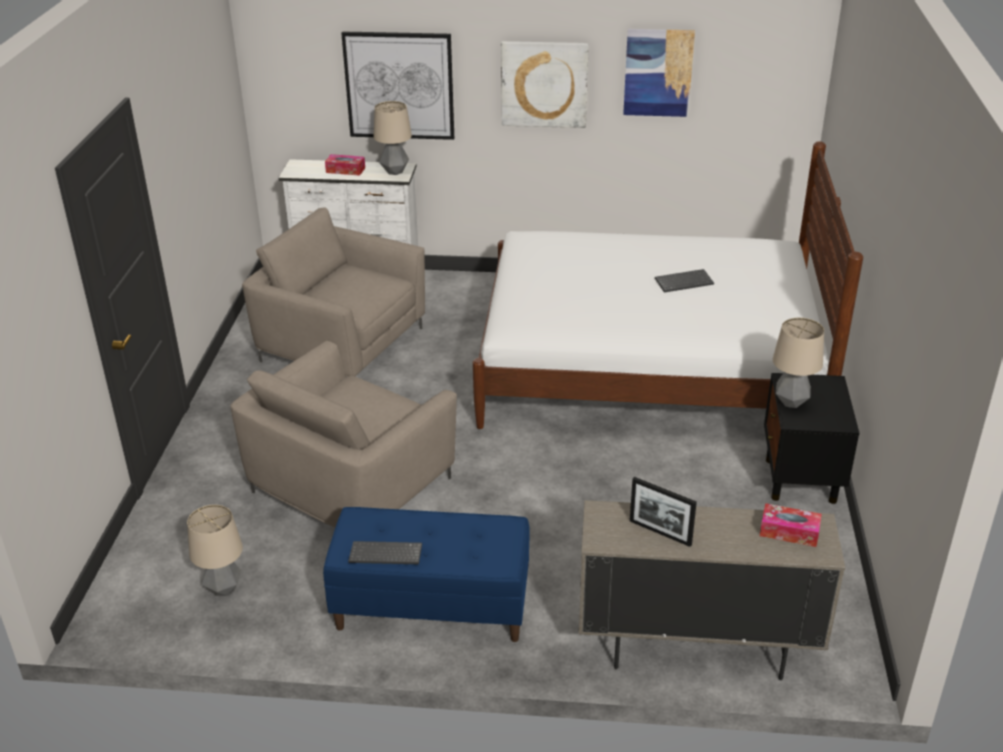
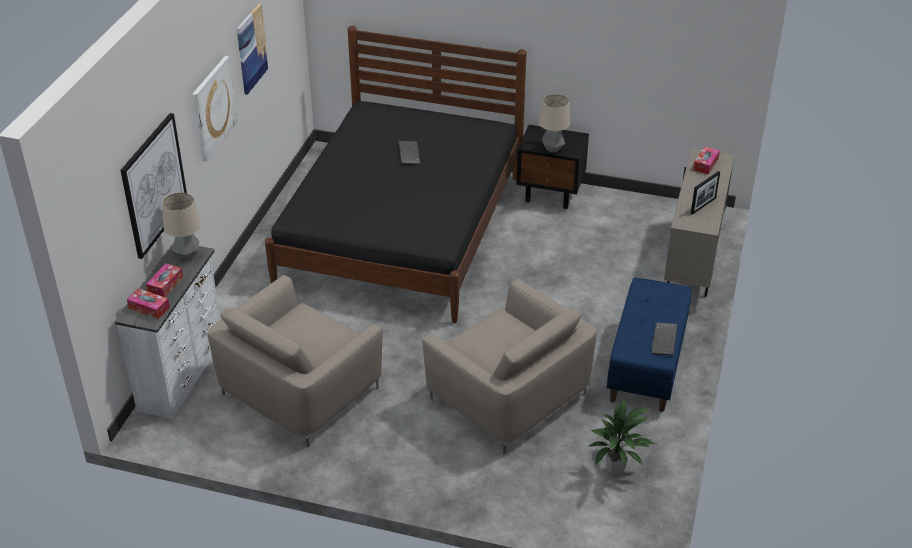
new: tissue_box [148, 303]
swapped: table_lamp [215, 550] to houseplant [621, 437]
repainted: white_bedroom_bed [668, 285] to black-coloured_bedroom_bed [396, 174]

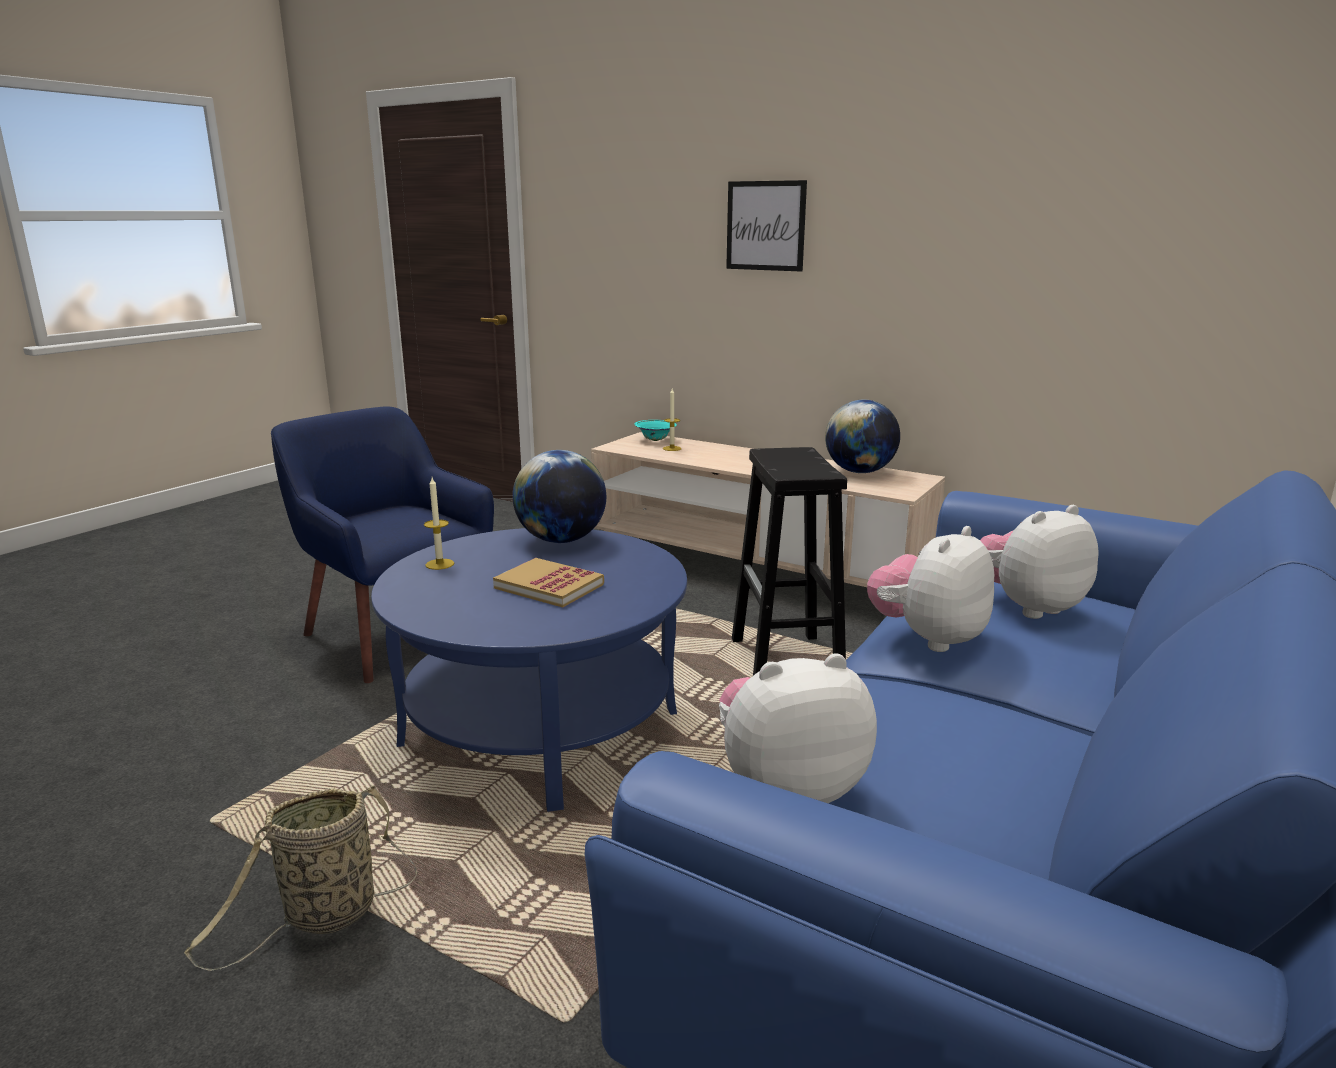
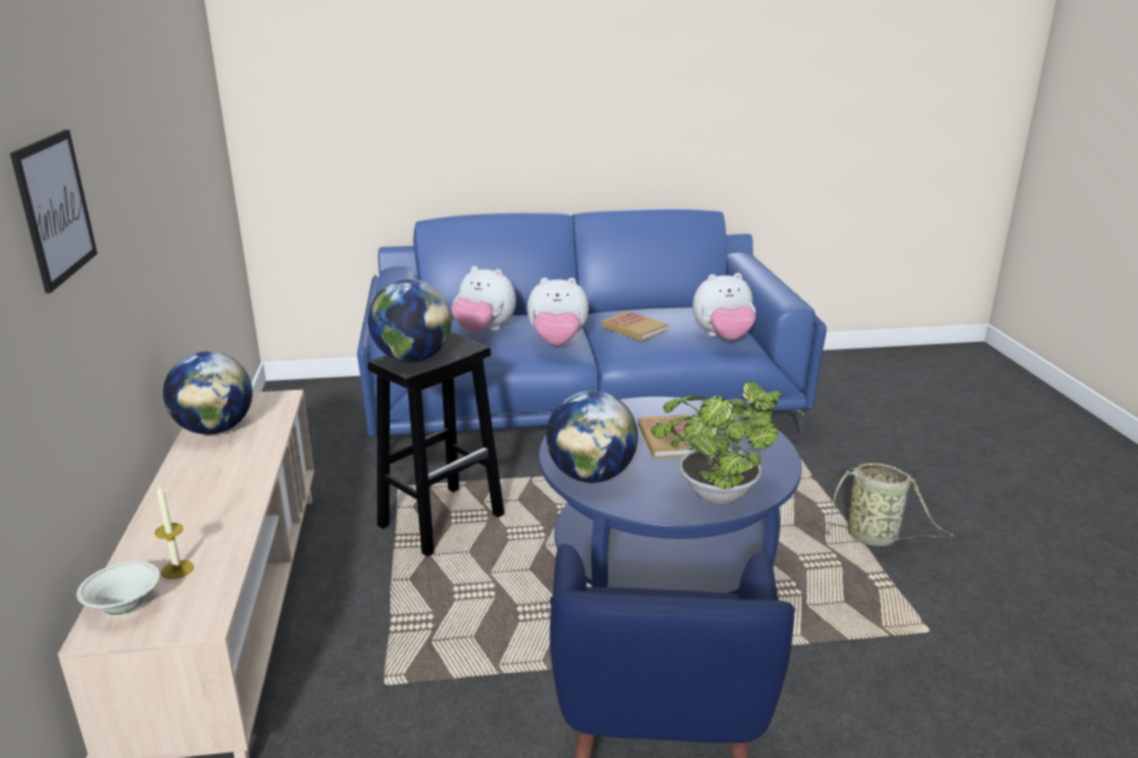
new: globe [410, 320]; bound_book [635, 326]
swapped: wax_candle [439, 524] to houseplant [717, 442]
repainted: blue-green_bowl [655, 430] to white_bowl [118, 588]
rotated: soft_toy [798, 728] = [724, 306] 45 degrees counterclockwise

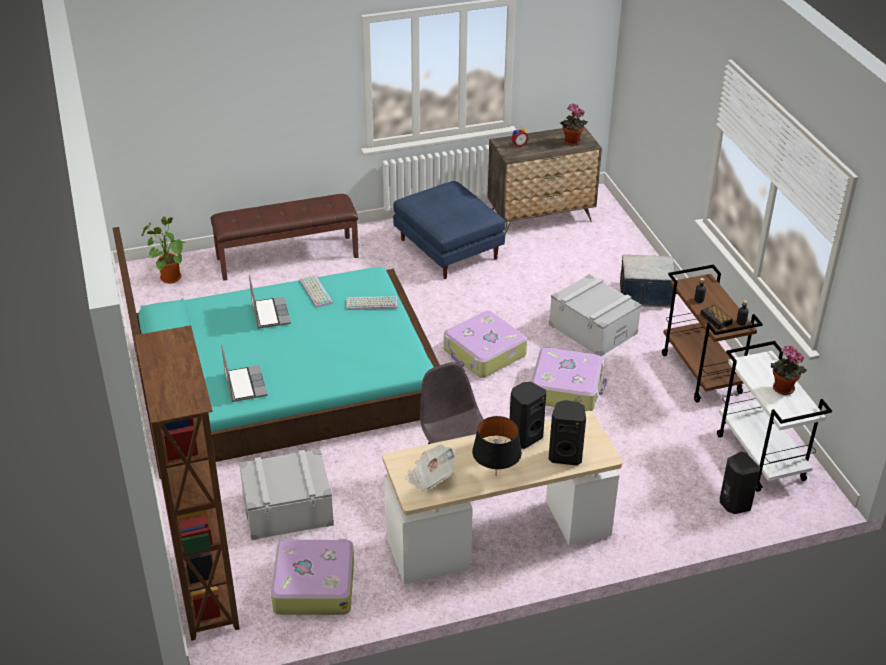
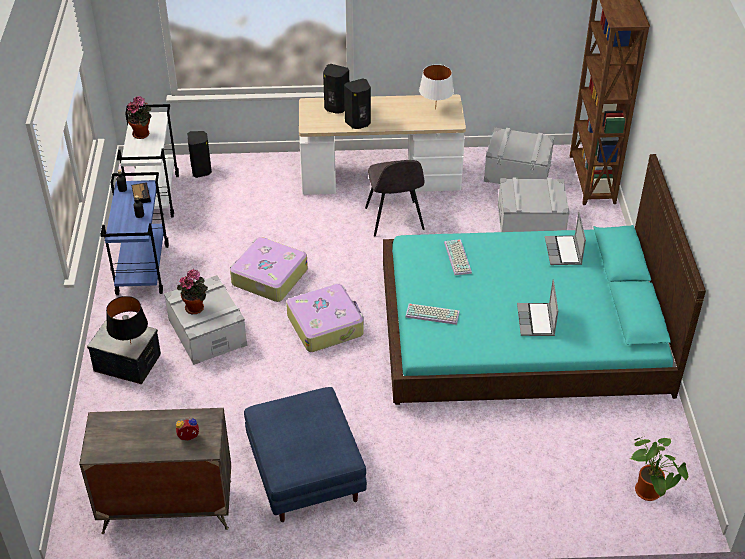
gone: brown-coloured_indoor_bench [284, 237]
shifted: computer_keyboard [316, 291] to [458, 257]; black-coloured_table_lamp [497, 444] to [127, 319]; houseplant [574, 124] to [192, 291]
swapped: piece_of_luggage [312, 577] to gray_storage_container [519, 156]; printed_paper [431, 468] to white_table_lamp [436, 87]
repainted: brown-coloured_cart [712, 334] to blue_cart [134, 233]

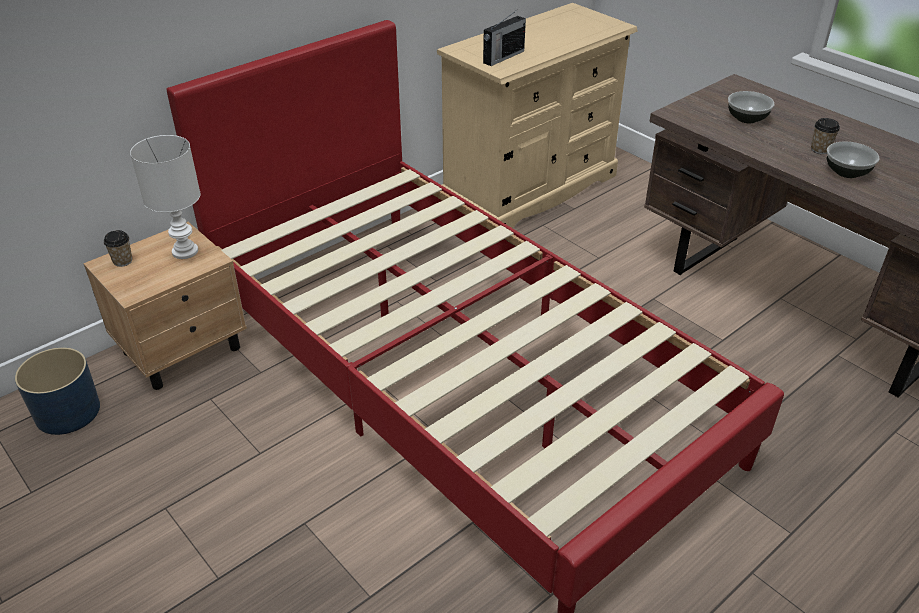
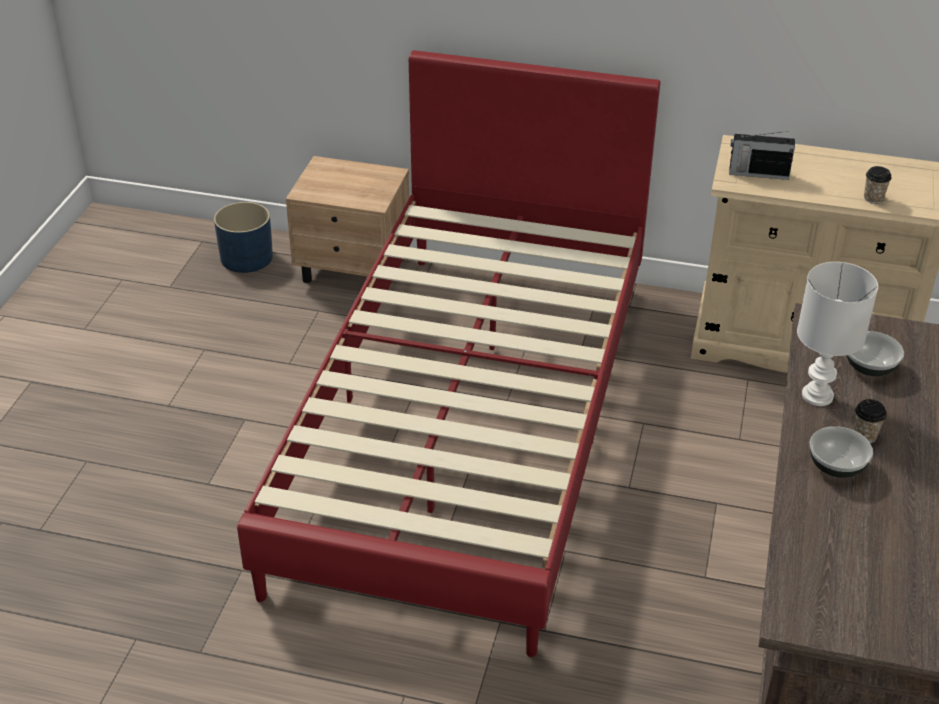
shifted: small_cup [118, 248] to [878, 185]; white_table_lamp [165, 197] to [837, 334]

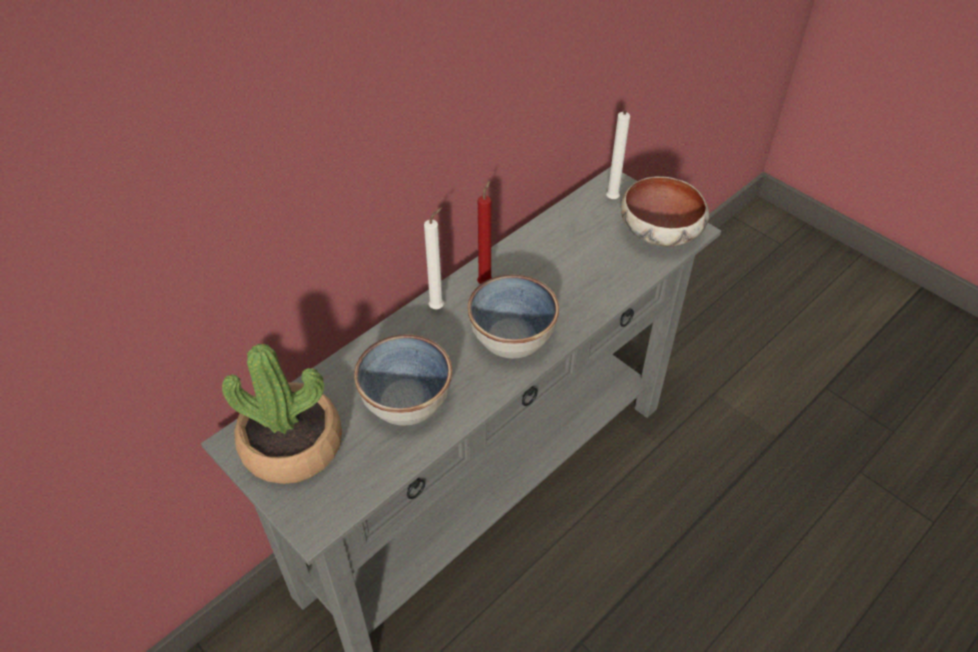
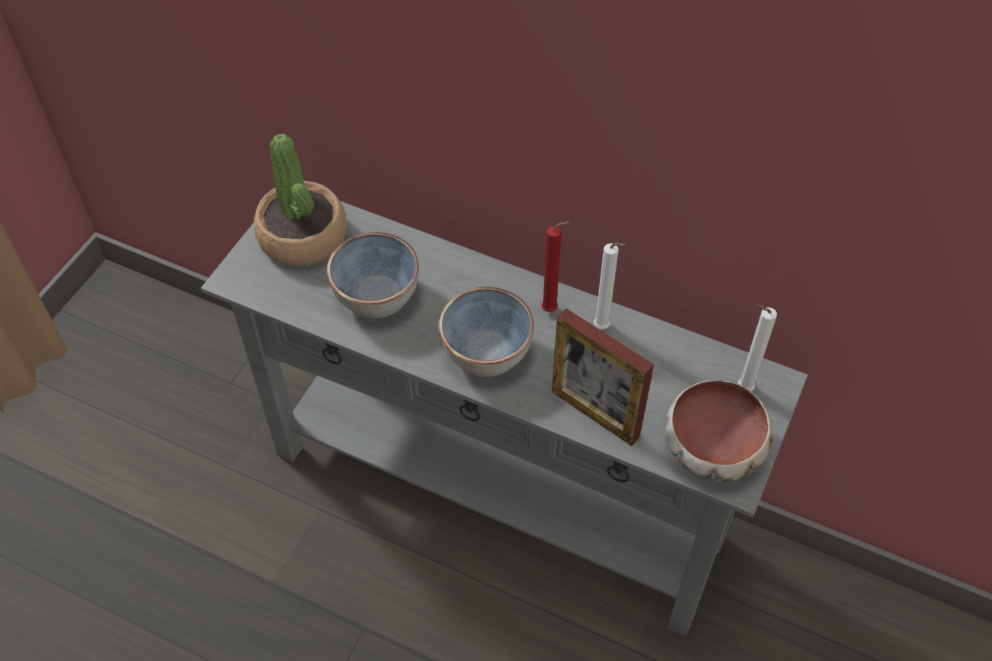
new: photo_frame [603, 377]
shifted: white_wax_candle [434, 258] to [610, 285]

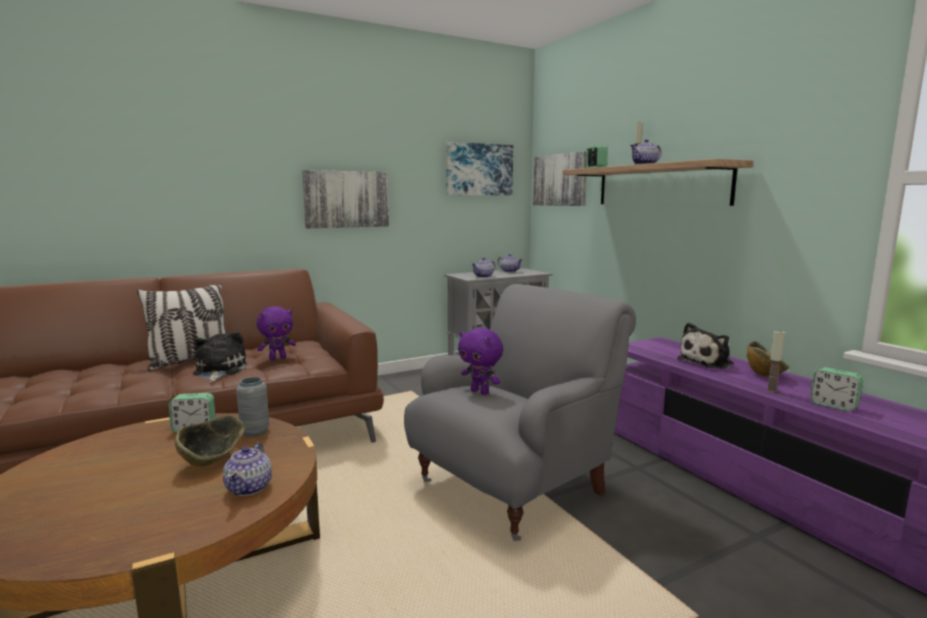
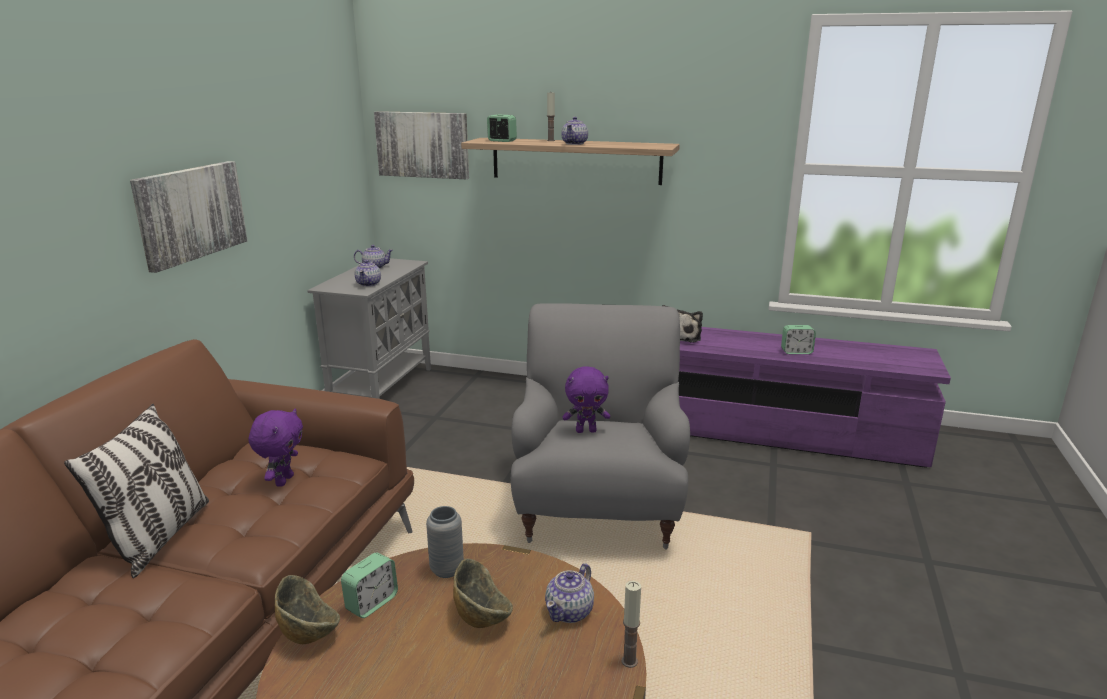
gone: soft_toy [220, 357]; picture [479, 168]
shifted: bowl [768, 359] to [307, 609]; wax_candle [775, 361] to [631, 624]
rotated: teapot [247, 469] = [569, 593] 75 degrees clockwise

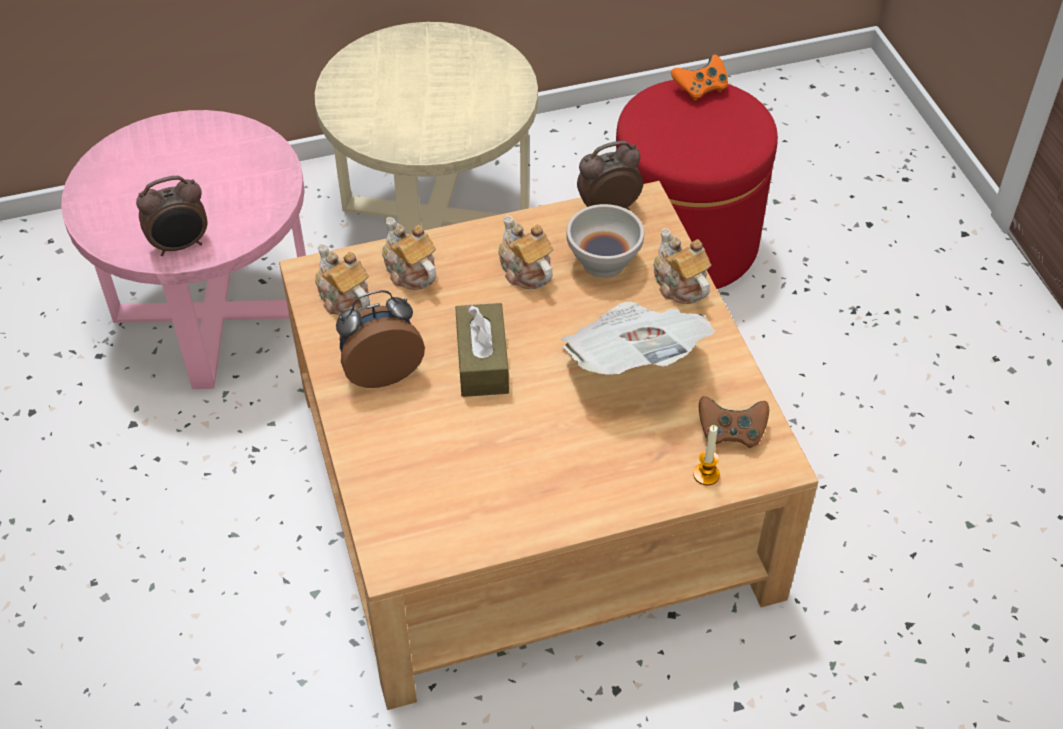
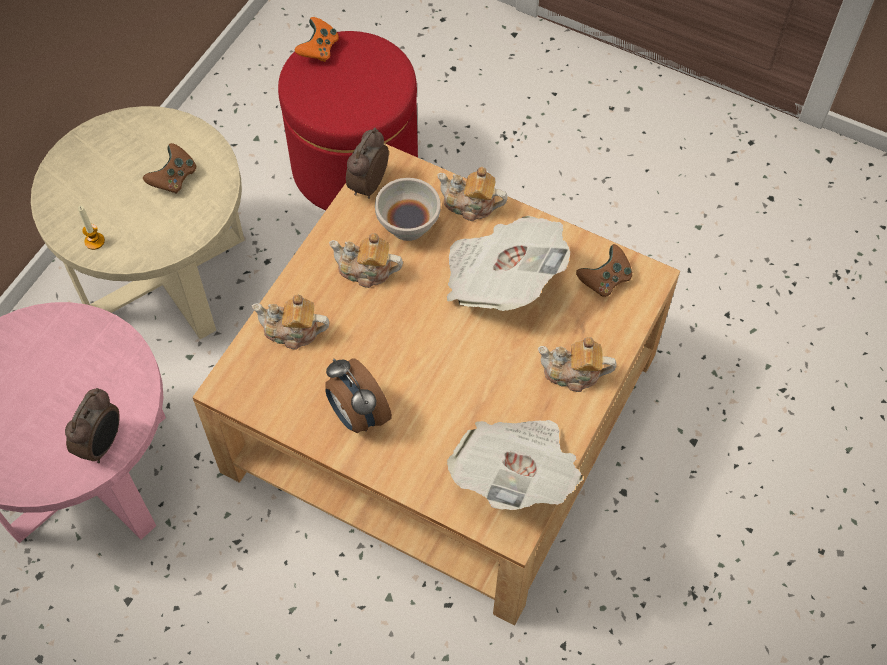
gone: brown-coloured_tissue_box [482, 350]
new: brown-coloured_joypad [169, 168]; printed_paper [515, 465]
shifted: teapot [342, 280] to [577, 364]; wax_candle [706, 455] to [91, 228]
rotated: bedside_clock [380, 339] = [358, 395] 60 degrees counterclockwise

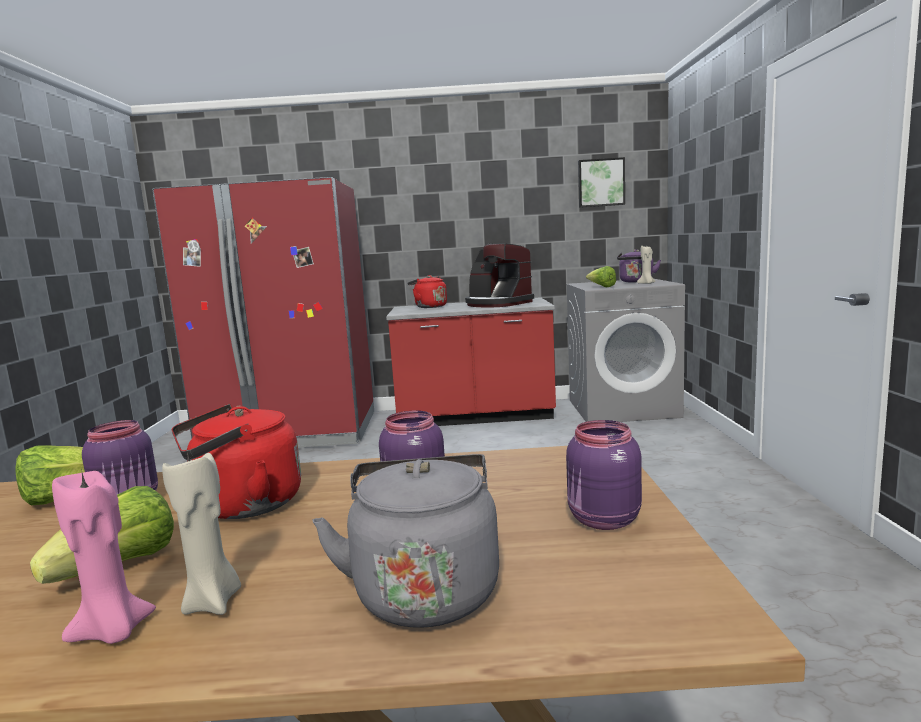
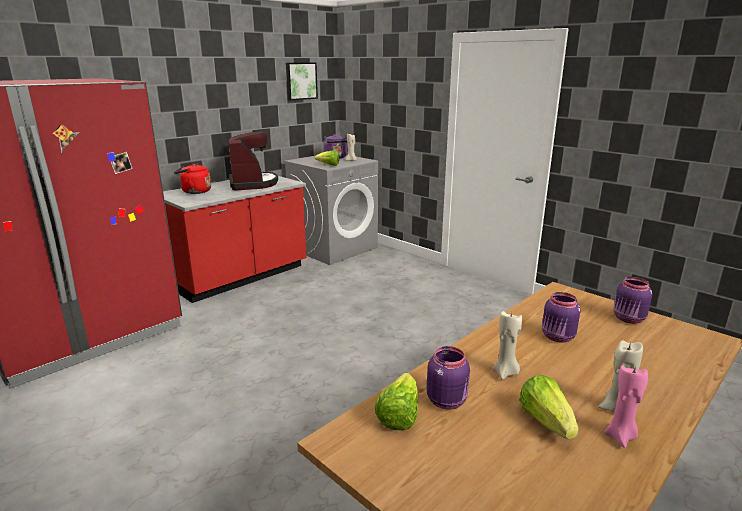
gone: gray_water_kettle [406, 541]
swapped: red_water_kettle [236, 461] to beige-coloured_wax_candle [507, 345]
rotated: coffee_maker [499, 275] = [253, 161] 105 degrees counterclockwise

